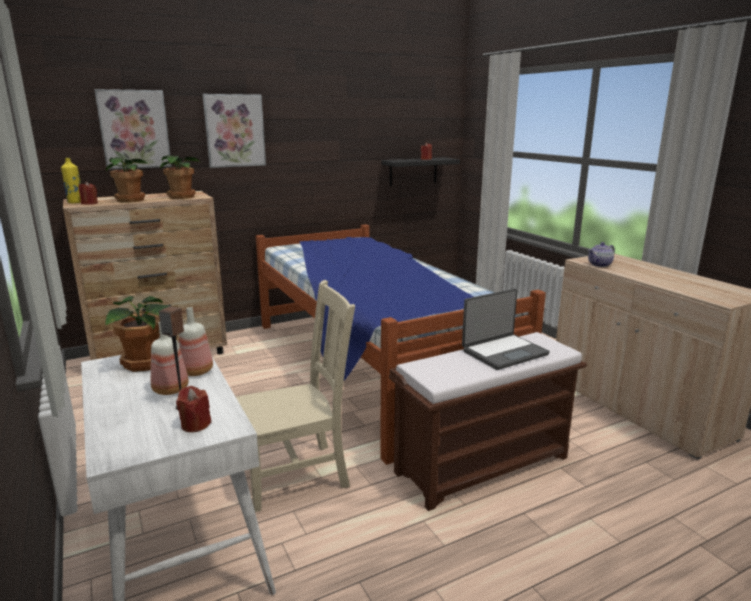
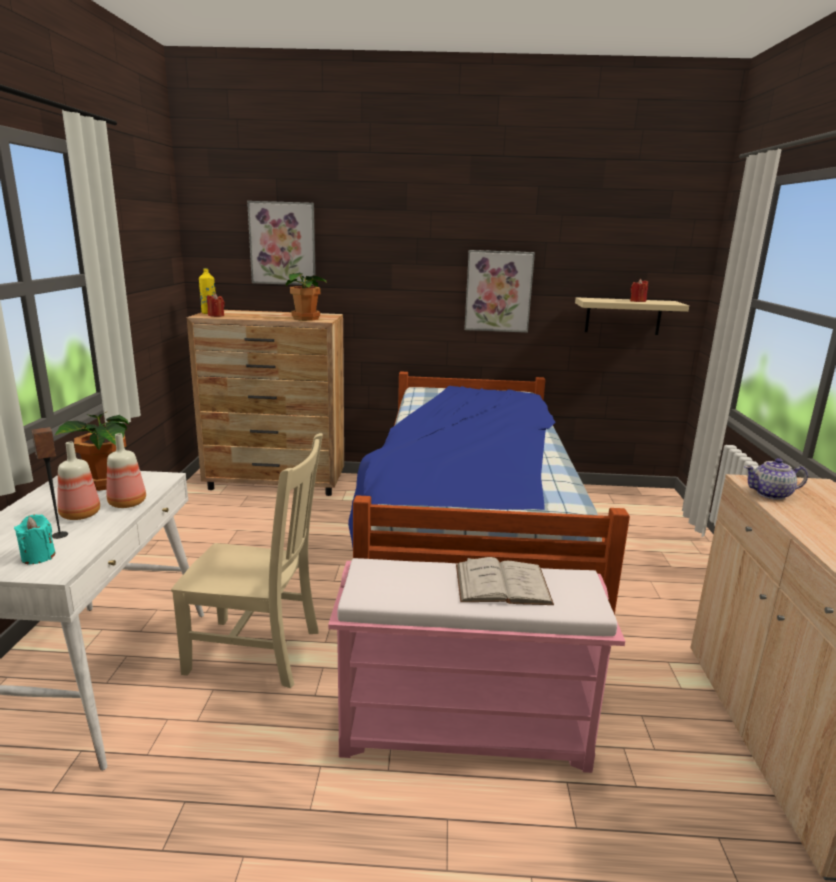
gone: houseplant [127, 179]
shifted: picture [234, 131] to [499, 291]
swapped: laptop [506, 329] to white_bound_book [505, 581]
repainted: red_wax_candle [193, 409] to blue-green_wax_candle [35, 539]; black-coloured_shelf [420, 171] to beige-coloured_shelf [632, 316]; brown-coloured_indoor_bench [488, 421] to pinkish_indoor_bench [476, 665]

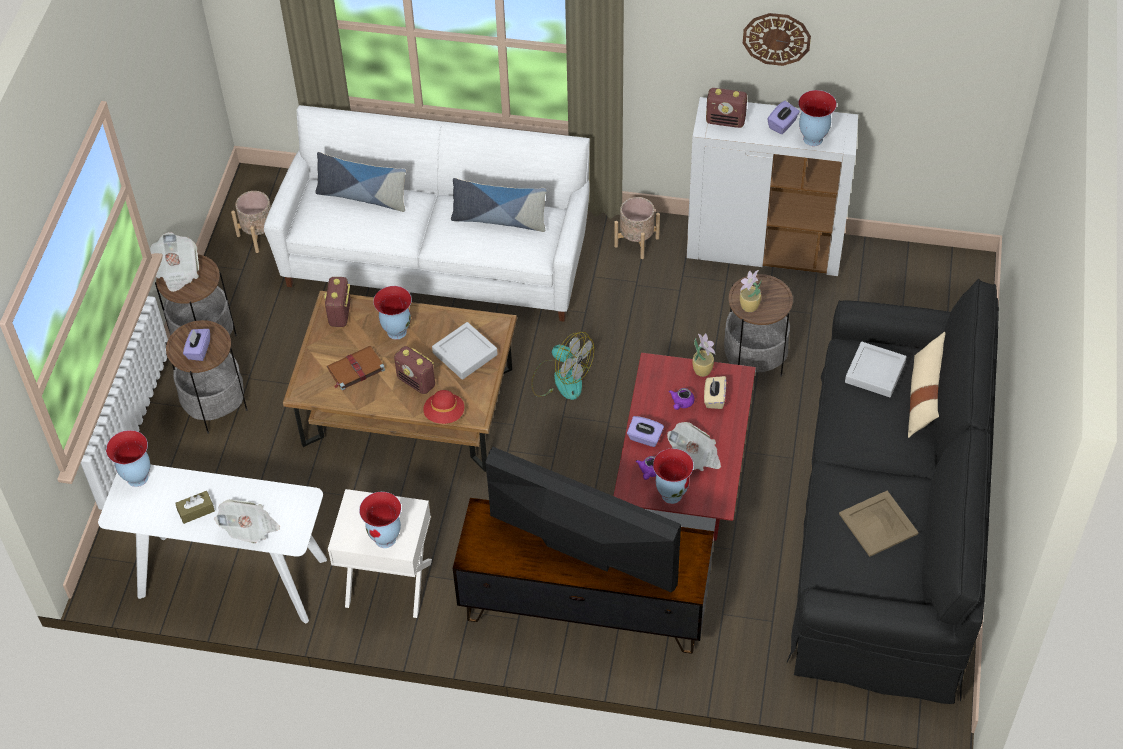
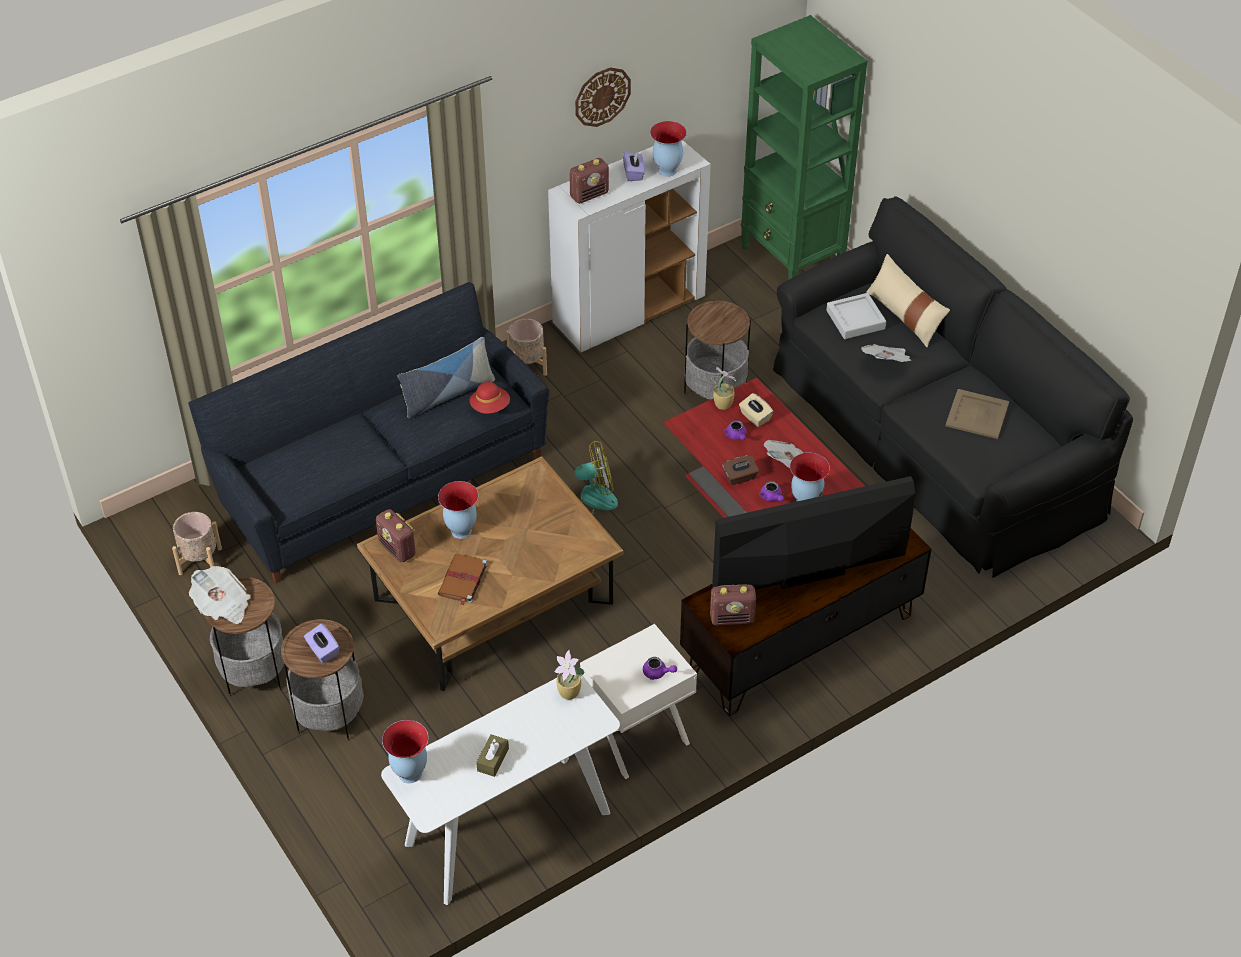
gone: cushion [360, 182]; gray_carrying_tray [465, 351]
new: green-coloured_shelving_unit [804, 147]
shifted: printed_paper [247, 521] to [886, 353]; radio [414, 370] to [733, 605]; red_wearable_hat [443, 407] to [490, 398]; houseplant [750, 291] to [569, 675]
swapped: flower_vase [380, 520] to purplish_teapot [660, 668]
repainted: white_settee [427, 213] to black-coloured_settee [368, 432]; purplish_tissue_box [645, 431] to brown-coloured_tissue_box [740, 470]

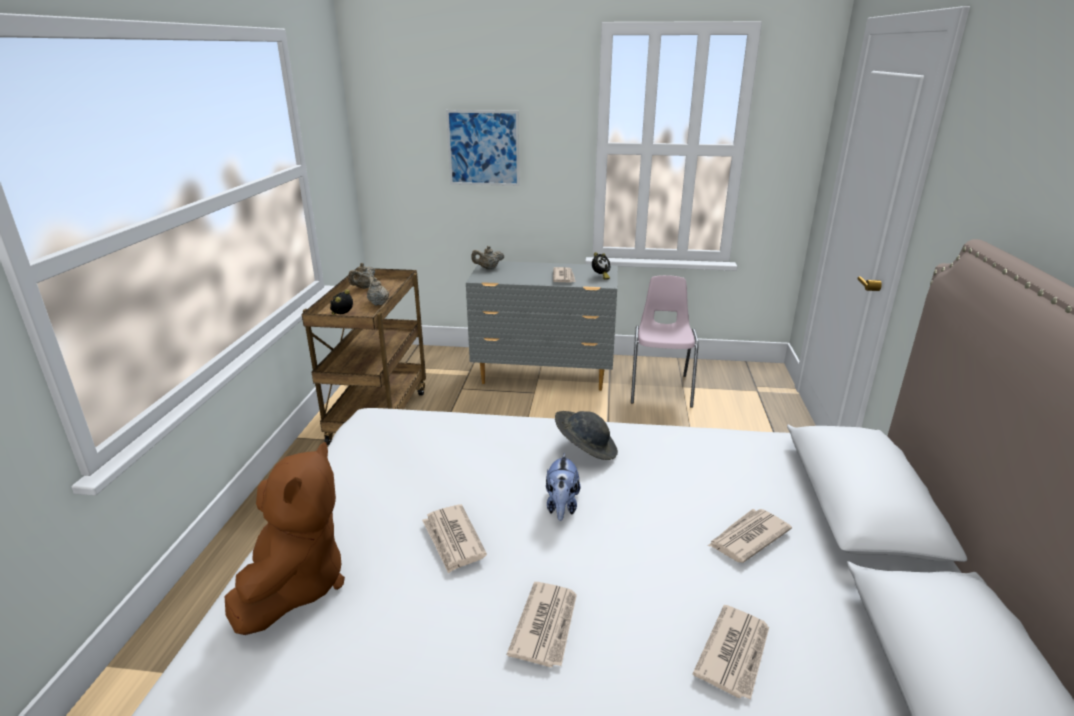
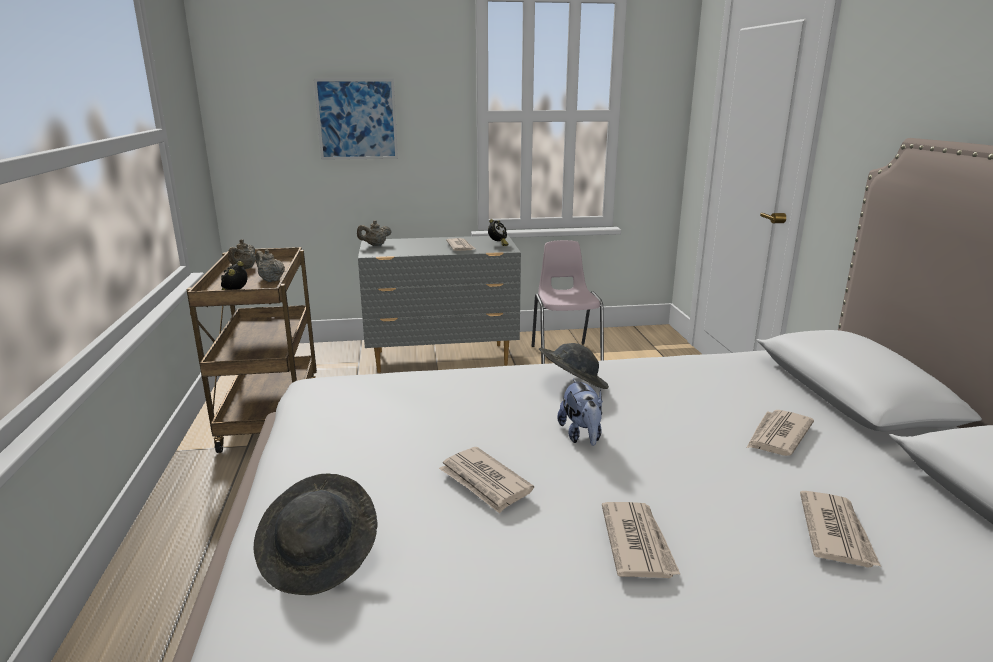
swapped: brown-coloured_soft_toy [285, 538] to gray_wearable_hat [315, 534]

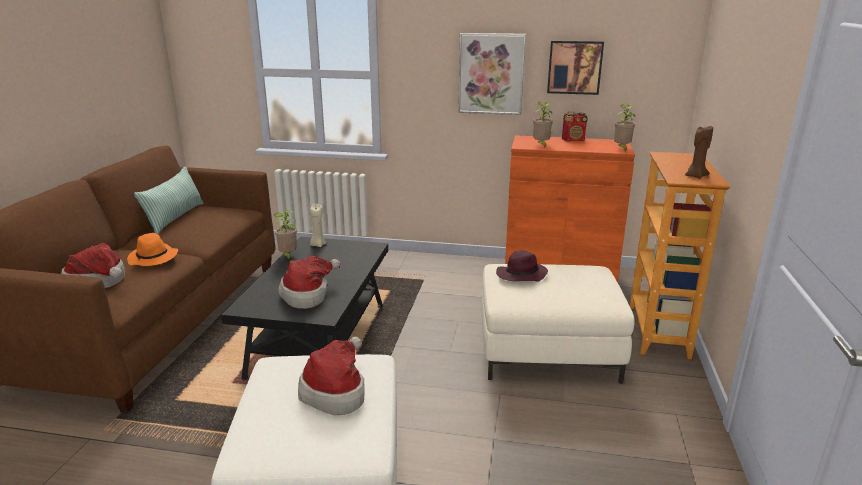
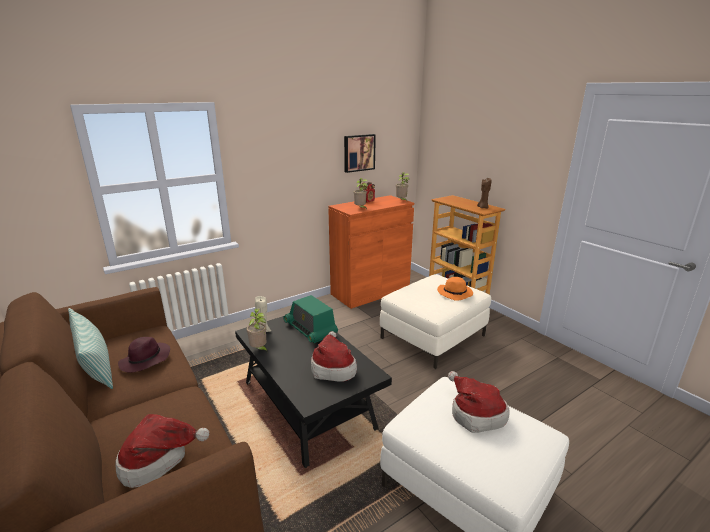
gone: picture [492, 74]
new: radio [310, 319]
shifted: orangey_wearable_hat [152, 249] to [455, 289]; purplish_wearable_hat [522, 266] to [144, 354]

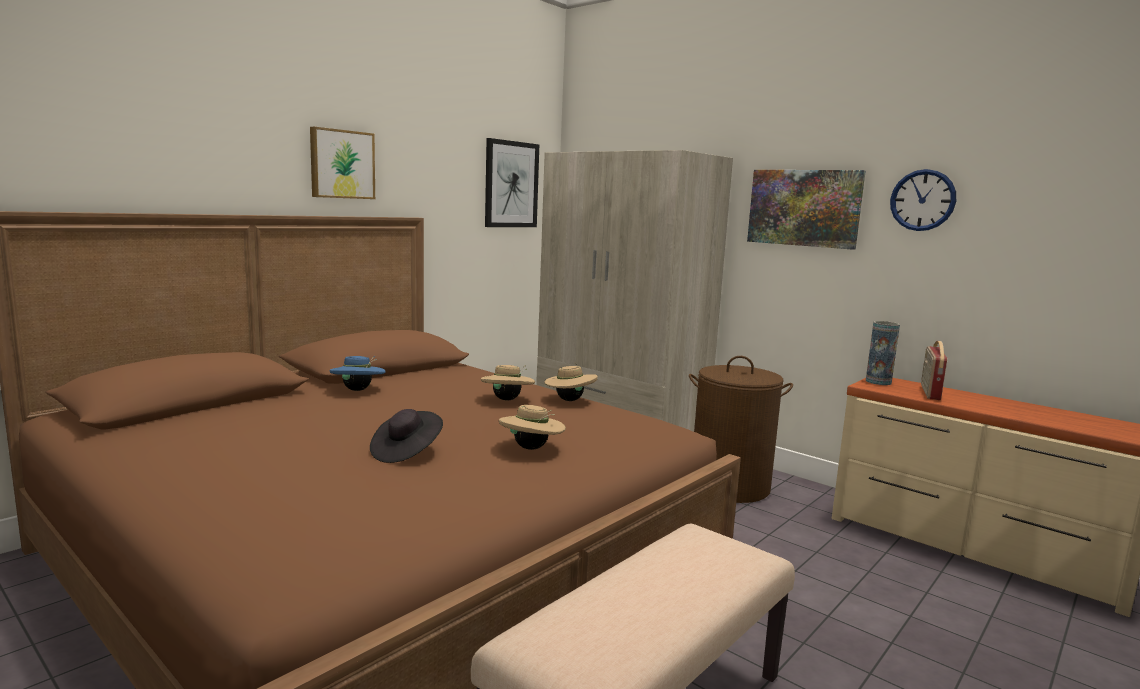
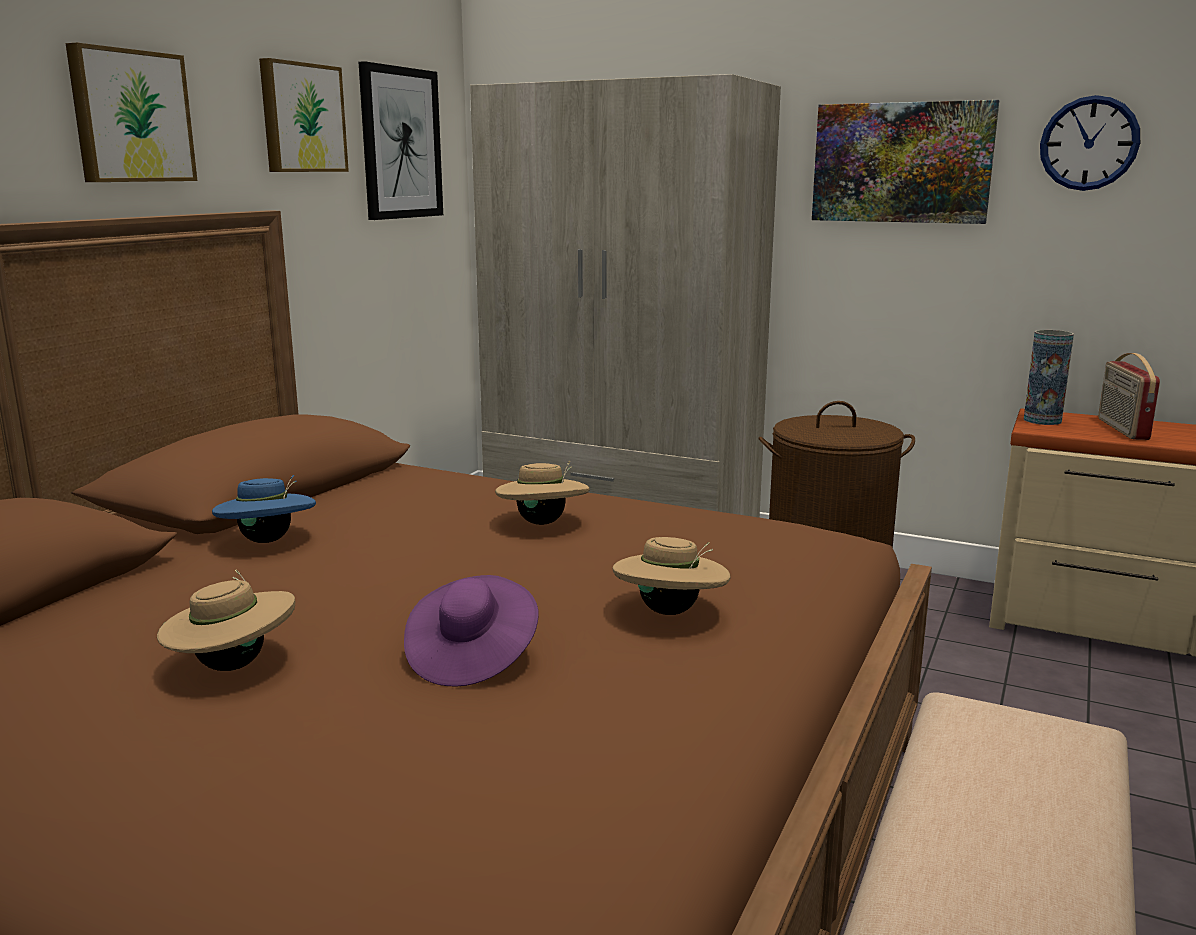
new: picture [304, 115]
shifted: beige-coloured_wearable_hat [571, 382] to [226, 620]
repainted: black-coloured_wearable_hat [406, 436] to purplish_wearable_hat [471, 630]

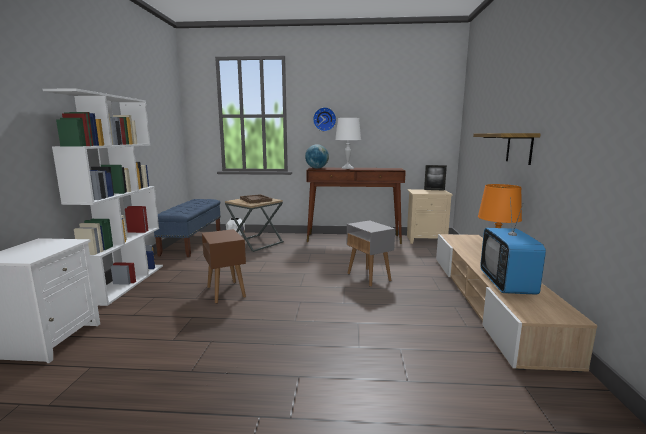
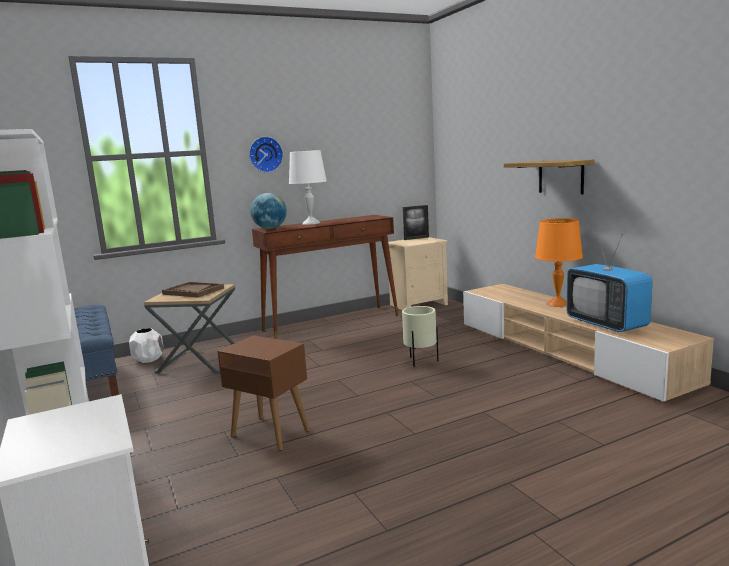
swapped: gray_end_table [371, 253] to beige-coloured_planter [420, 336]

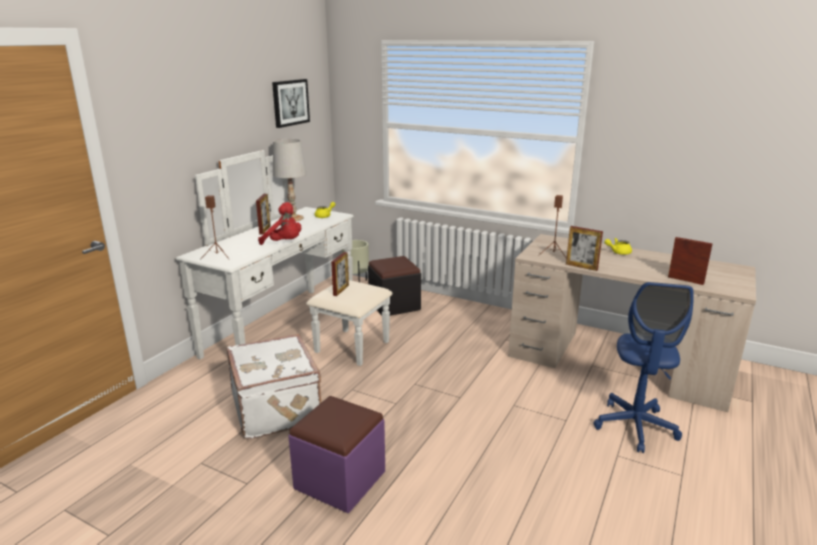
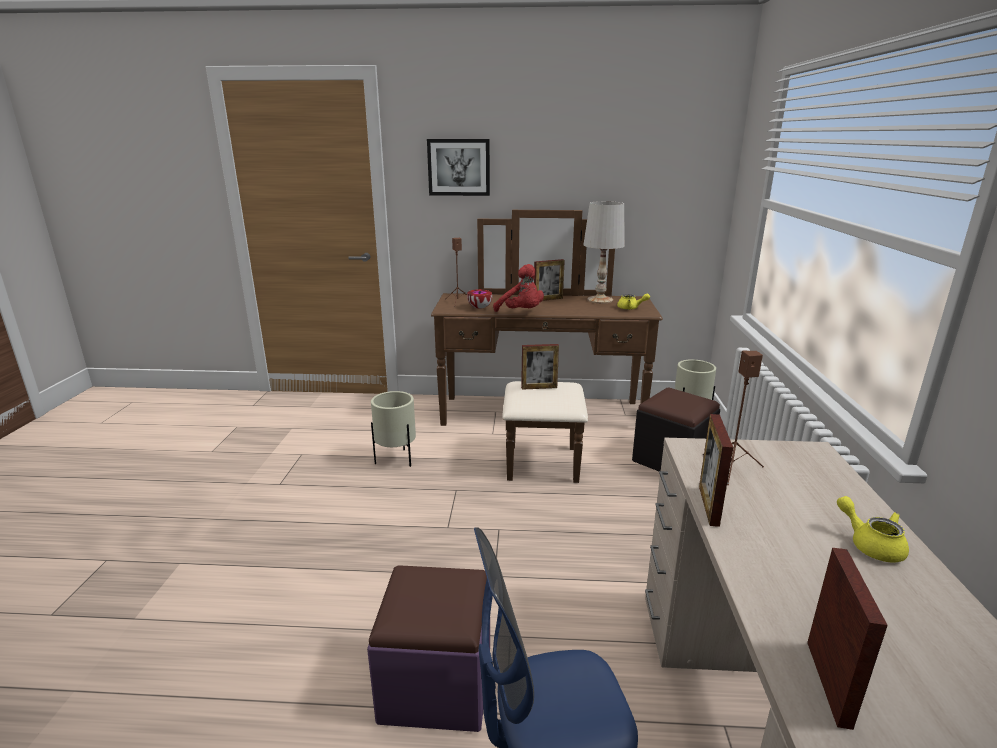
new: bowl [479, 299]
shifted: picture [291, 103] to [458, 167]; purplish_footrest [336, 454] to [428, 648]
swapped: white_piece_of_luggage [274, 386] to beige-coloured_planter [393, 429]
repainted: white_chest_of_drawers [284, 258] to brown-coloured_chest_of_drawers [547, 346]
rotated: red_soft_toy [279, 223] = [518, 288] 45 degrees counterclockwise

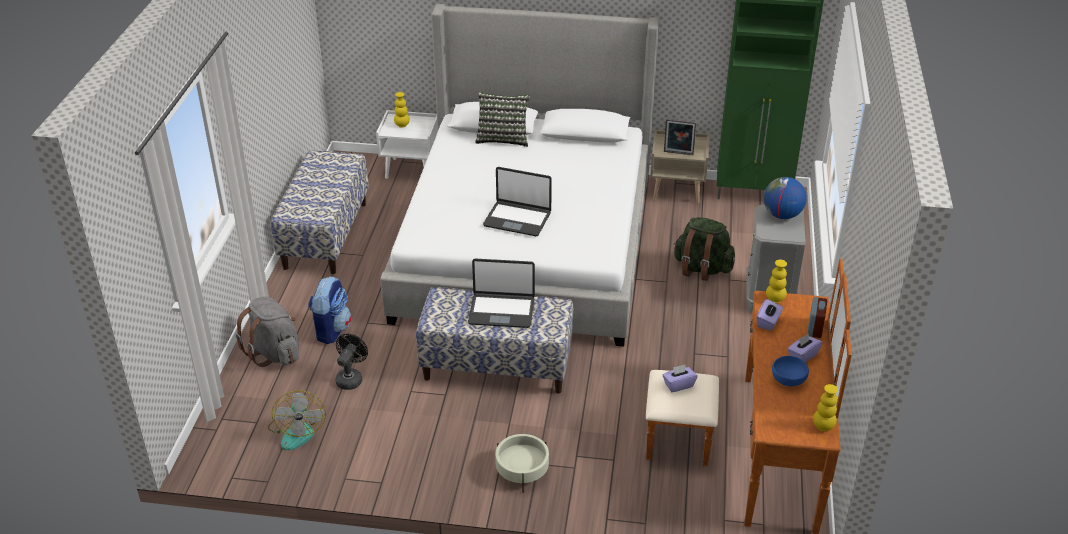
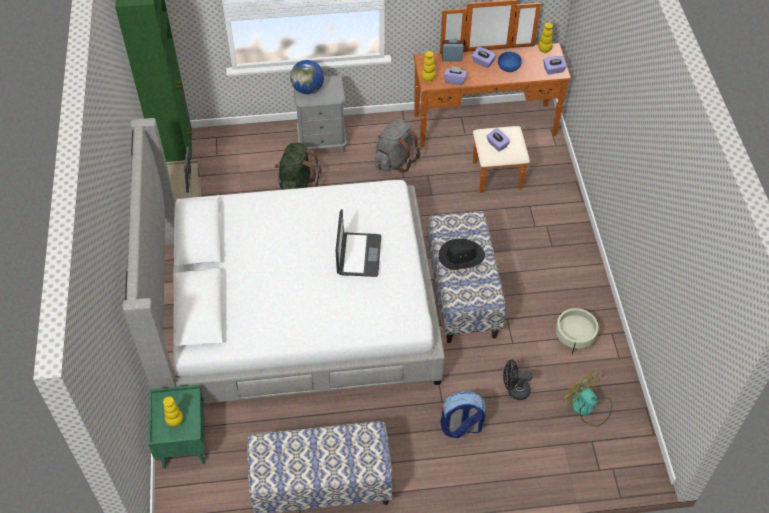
gone: cushion [502, 119]
new: purplish_tissue_box [555, 65]
shifted: gray_knapsack [267, 331] to [397, 146]; beige-coloured_planter [522, 463] to [577, 331]
swapped: laptop [501, 293] to black-coloured_wearable_hat [462, 254]
repainted: white_bedside_table [407, 144] to green-coloured_bedside_table [177, 426]
rotated: electric_fan [297, 420] = [587, 399] 105 degrees counterclockwise

